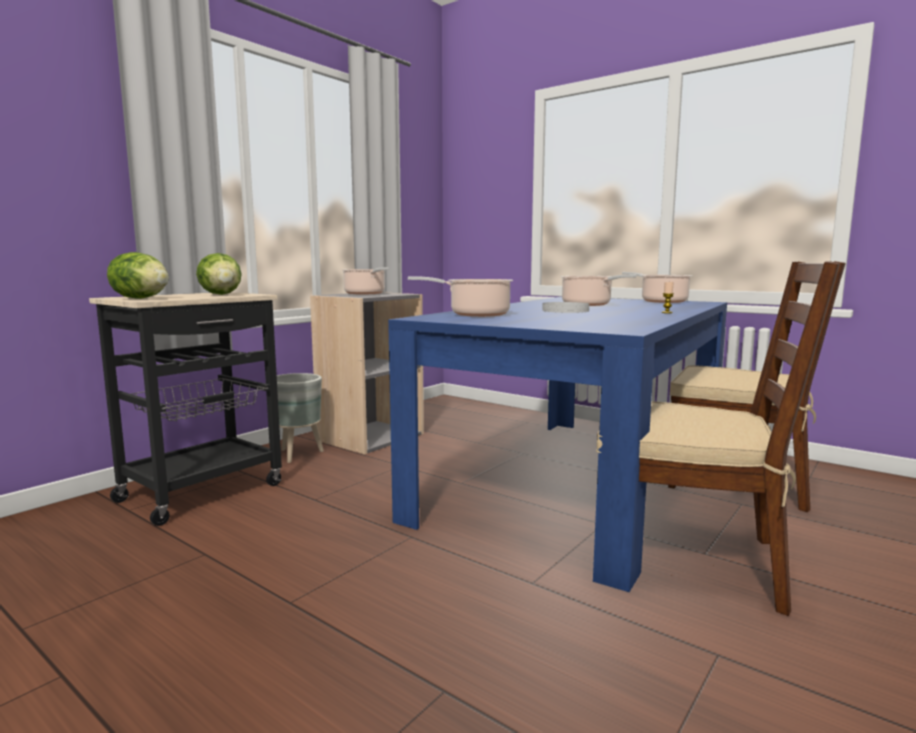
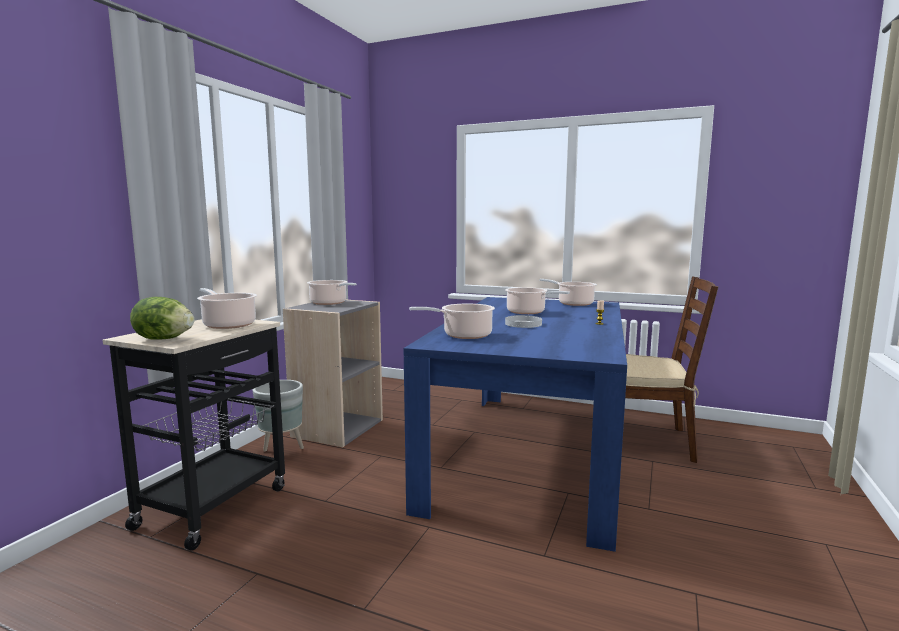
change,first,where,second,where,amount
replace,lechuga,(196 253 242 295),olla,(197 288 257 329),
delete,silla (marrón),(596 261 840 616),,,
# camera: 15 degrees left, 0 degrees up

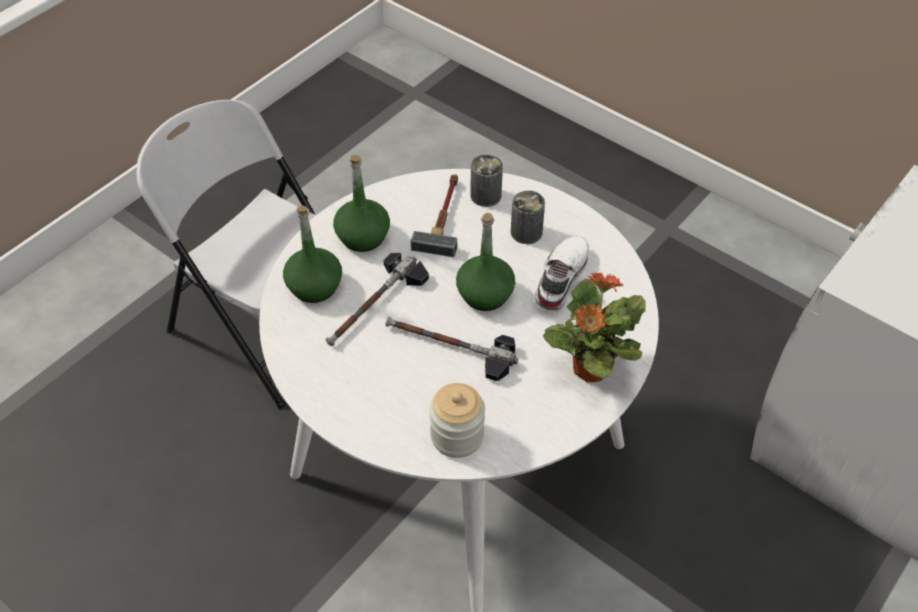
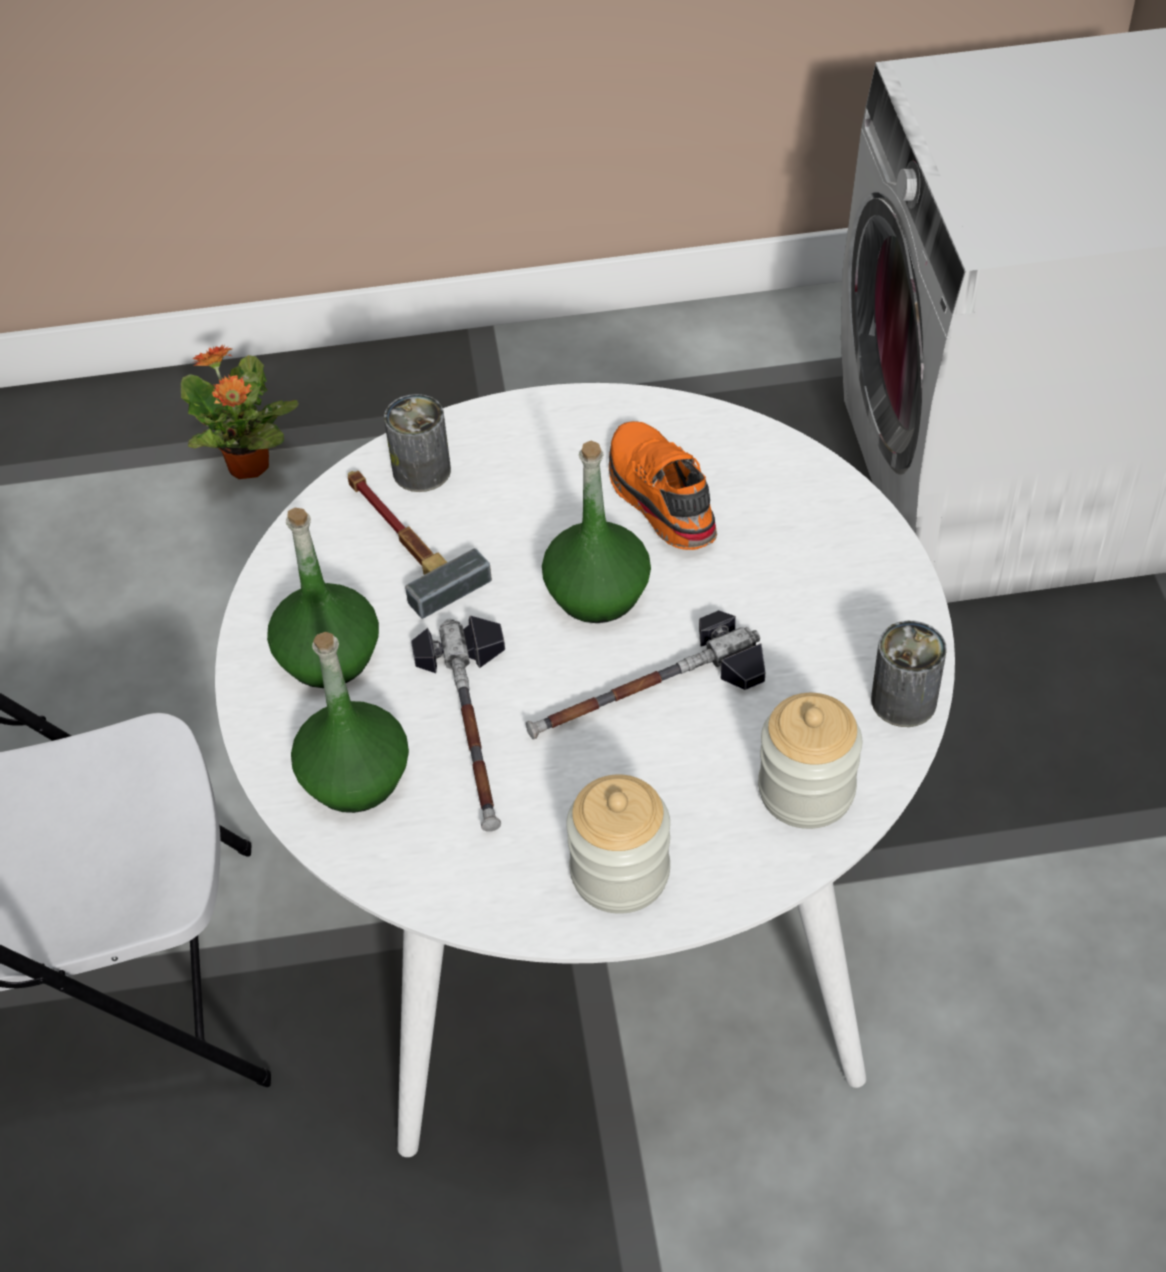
change,first,where,second,where,amount
move,lata,(511 191 545 244),,(871 621 947 727),
recolor,zapato (blanco),(534 236 589 312),zapato (naranja),(609 421 717 550),
move,planta en maceta,(543 273 646 382),,(181 345 299 479),
insert,,,tarro,(566 774 670 914),
# camera: 45 degrees left, 0 degrees up

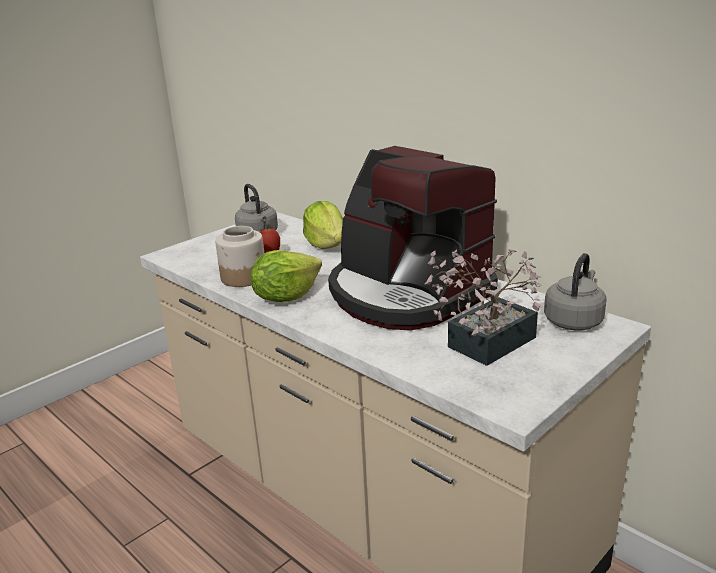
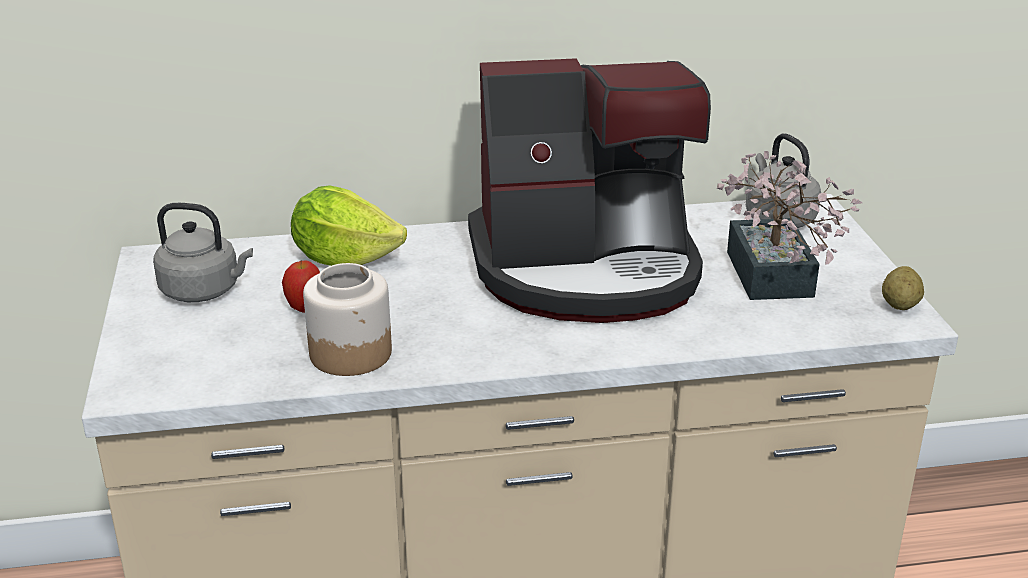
change,first,where,second,where,amount
delete,lechuga,(251 250 322 302),,,
insert,,,patata,(882 266 924 310),
# camera: 55 degrees left, 5 degrees up

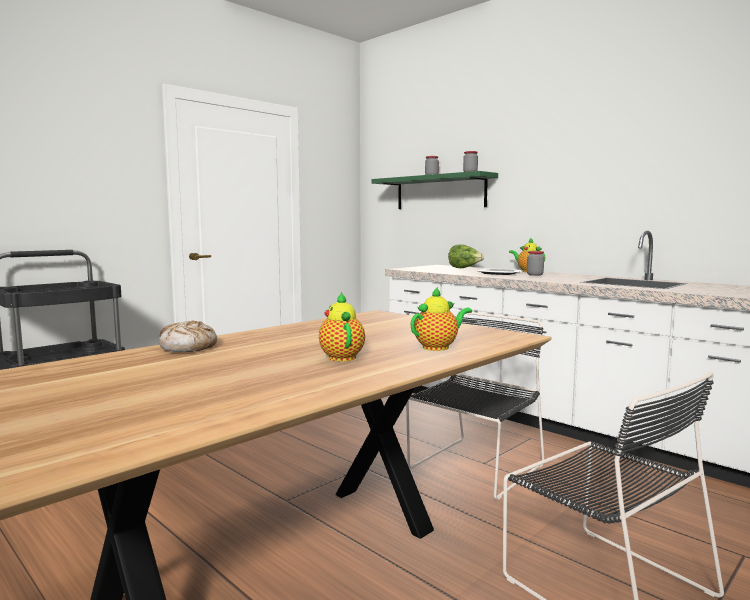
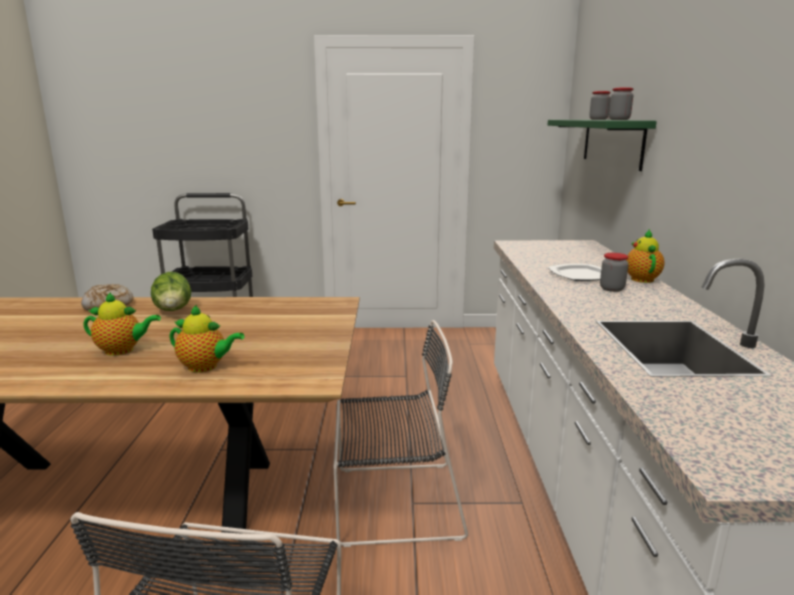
change,first,where,second,where,amount
move,lechuga,(448 244 484 268),,(151 272 191 311),
rotate,tetera,(319 292 365 362),,(83 292 161 356),60 degrees clockwise
# camera: 45 degrees right, 10 degrees up

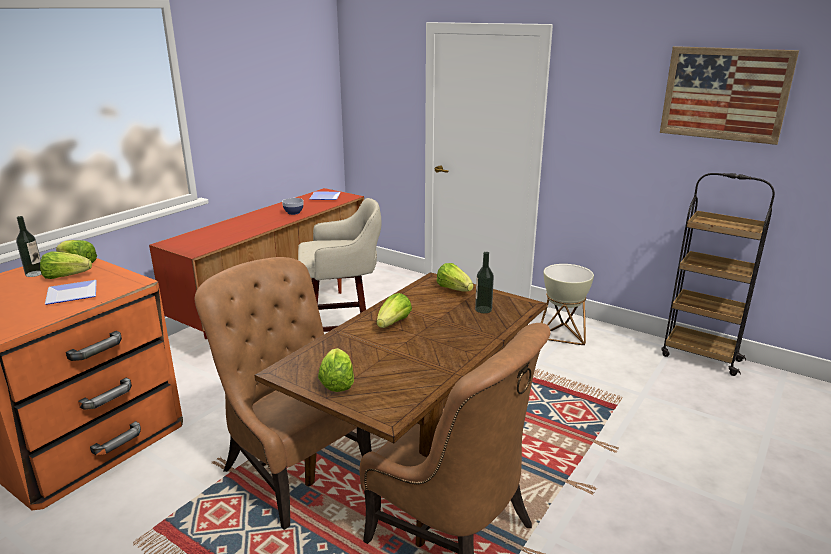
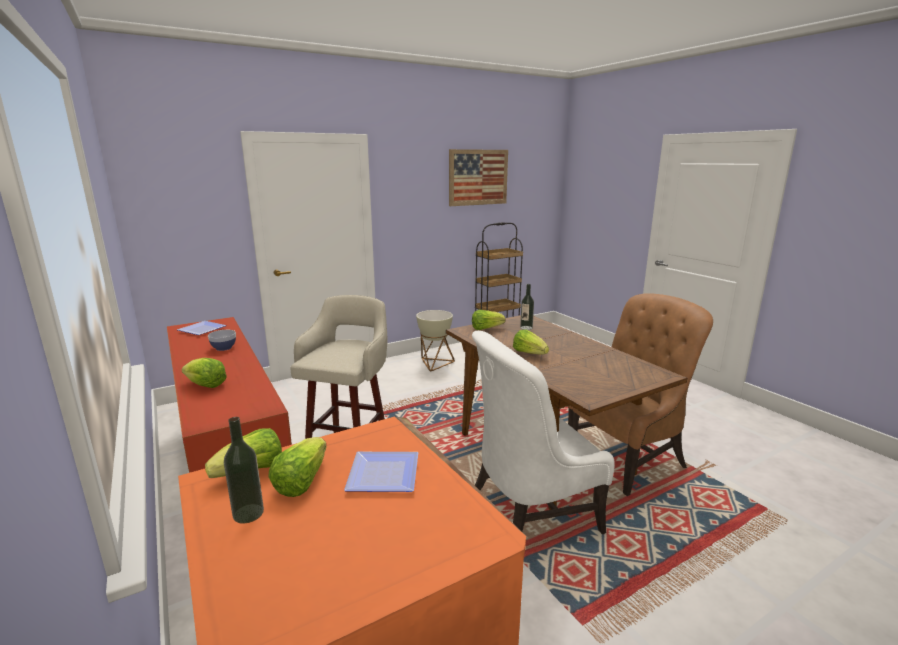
change,first,where,second,where,amount
recolor,silla (marrón),(194 257 372 530),silla (blanco),(472 331 615 534),
move,lechuga,(318 348 354 392),,(181 358 227 388),
# camera: 65 degrees left, 5 degrees down

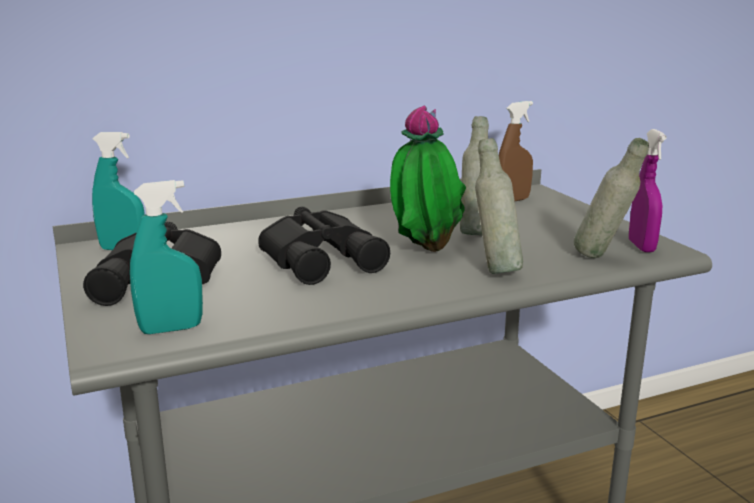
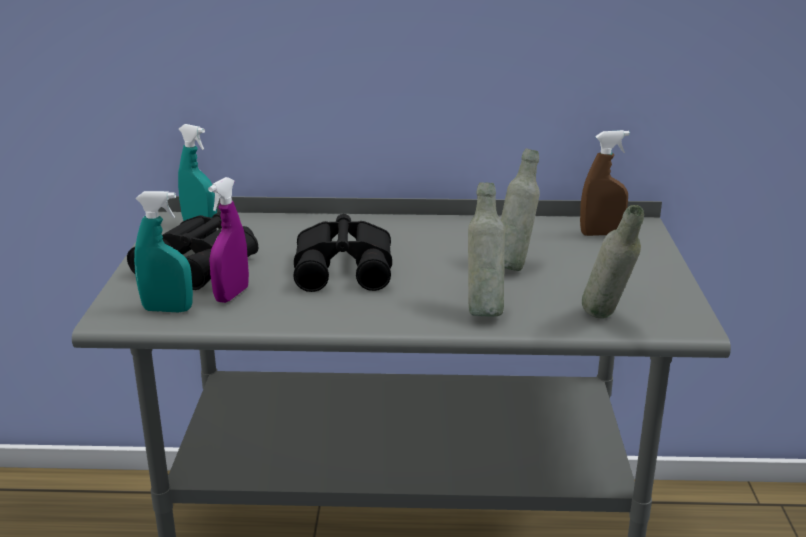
change,first,where,second,where,amount
delete,planta en maceta,(390 106 466 252),,,
move,pulverizador (morado),(629 129 667 252),,(208 177 249 303),
# camera: 25 degrees right, 5 degrees up

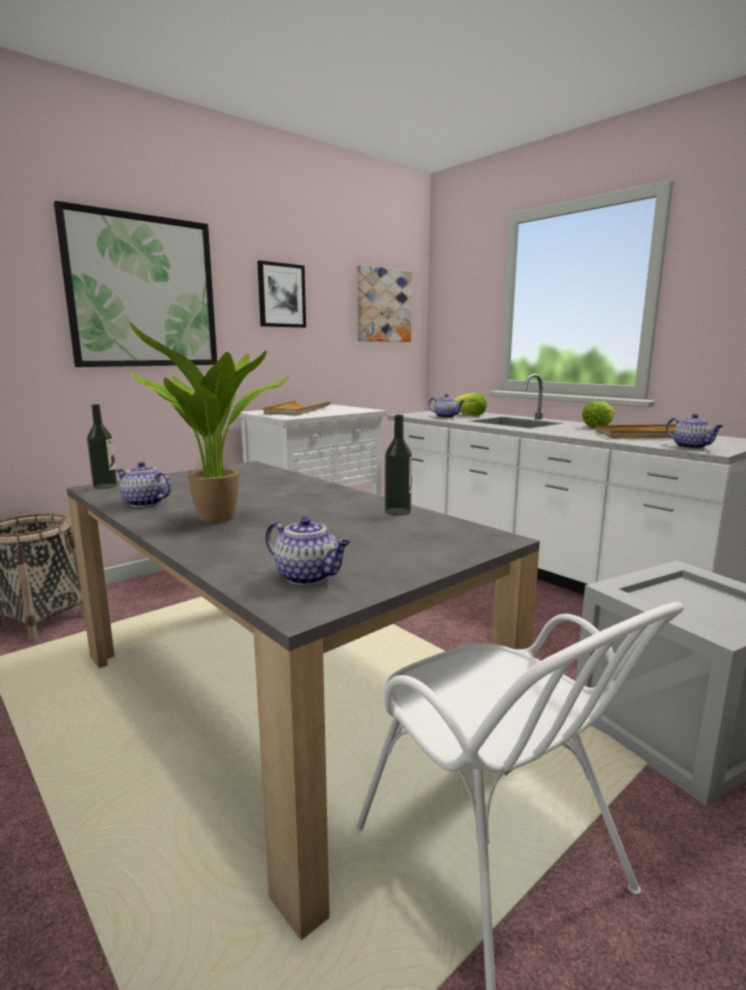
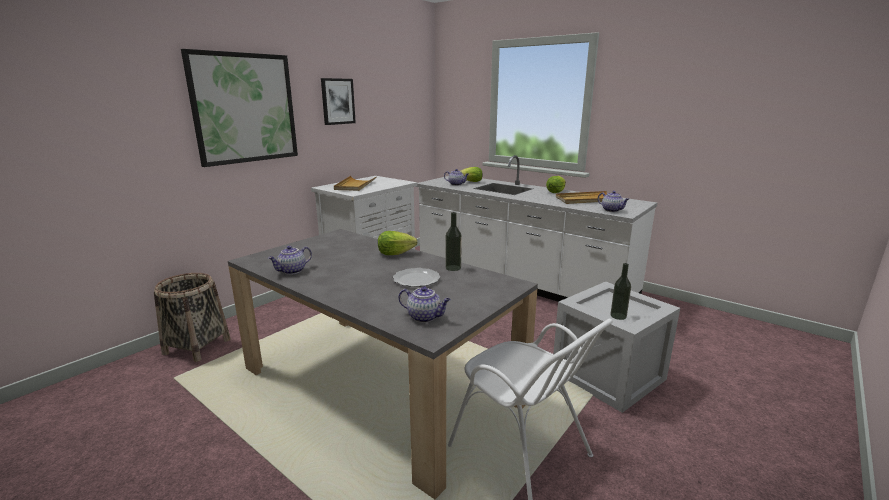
change,first,where,second,where,amount
delete,cuadro,(357 265 412 342),,,
delete,planta en maceta,(129 322 289 523),,,
move,botella,(87 404 117 489),,(610 263 631 320),
rotate,tetera,(116 462 172 507),,(268 246 312 275),60 degrees counterclockwise
insert,,,lechuga,(378 231 417 255),
insert,,,plato,(393 268 440 287),
# camera: 10 degrees left, 5 degrees up

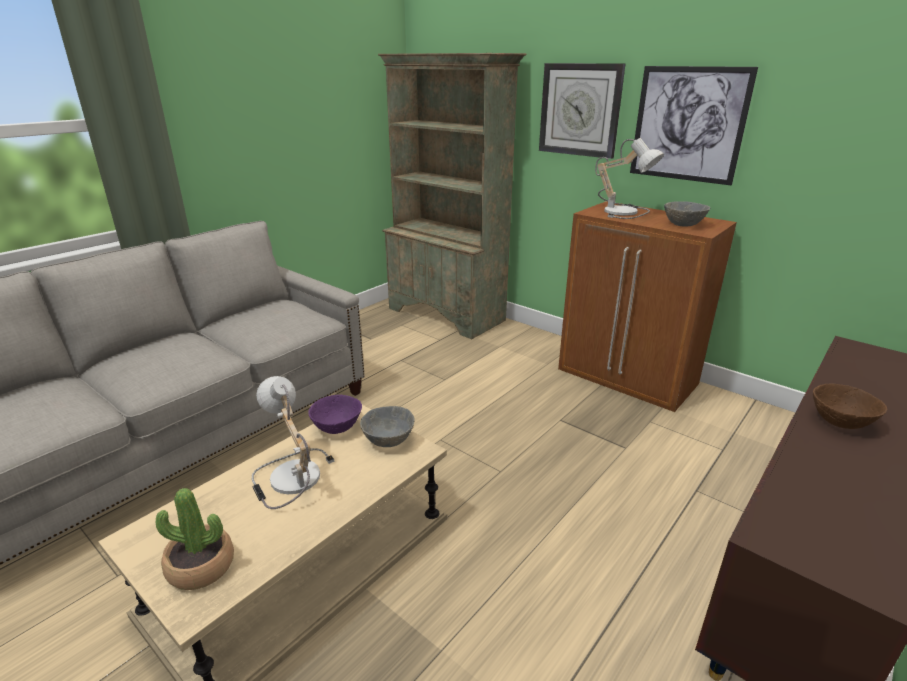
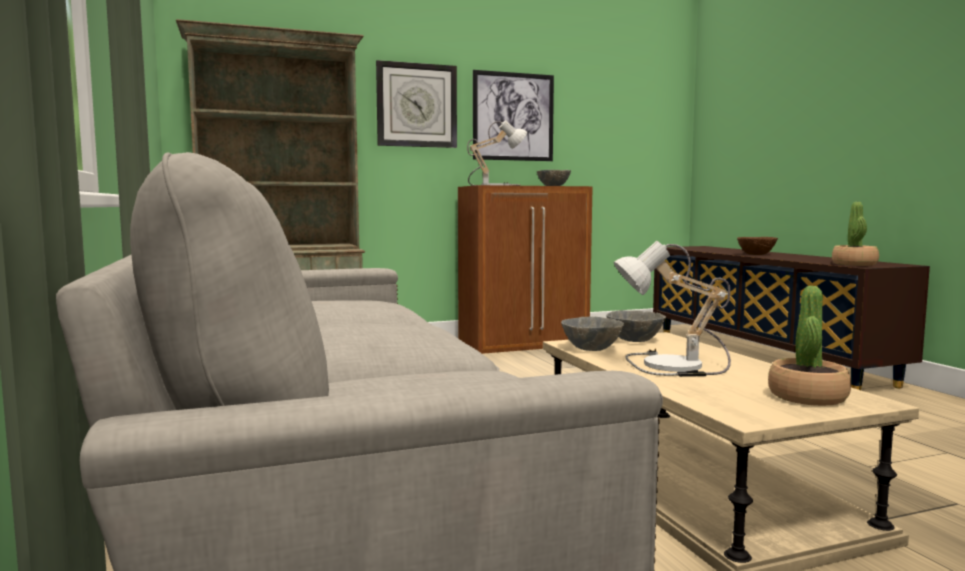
change,first,where,second,where,amount
recolor,cuenco (morado),(308 395 362 434),cuenco (gris),(561 317 624 351),
insert,,,planta en maceta,(832 202 879 266),
# camera: 60 degrees left, 20 degrees down

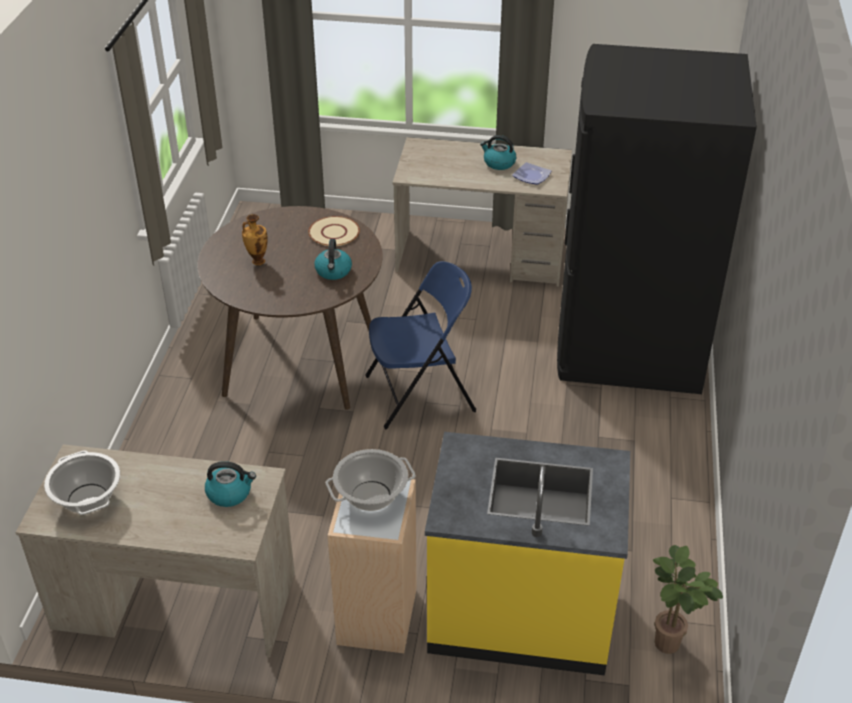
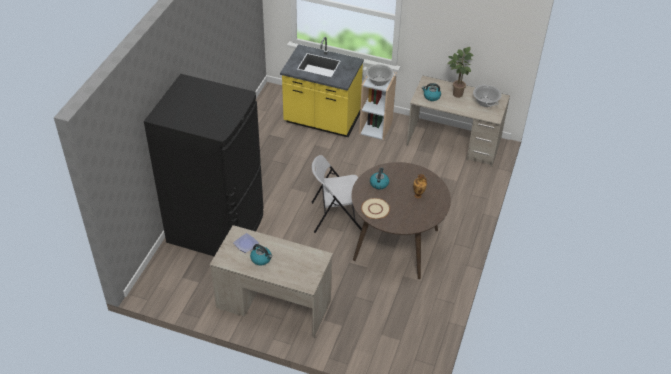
change,first,where,second,where,amount
recolor,silla (azul),(365 261 476 430),silla (blanco),(312 155 362 233),
move,planta en maceta,(653 545 723 654),,(447 47 474 98),
# camera: 170 degrees left, 5 degrees up

